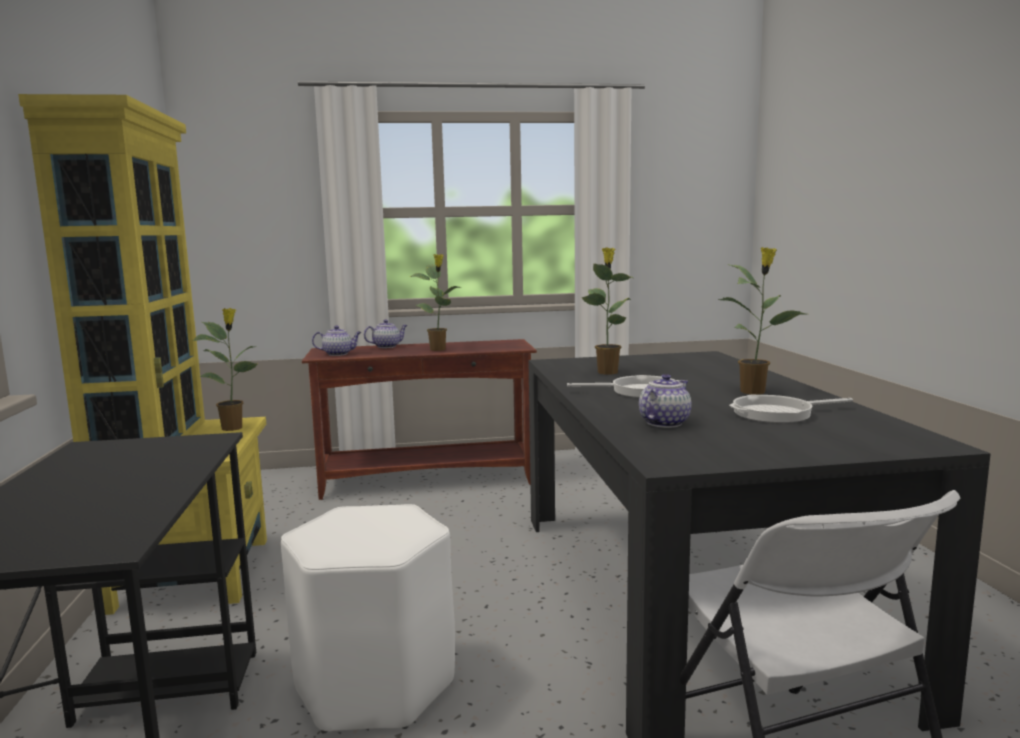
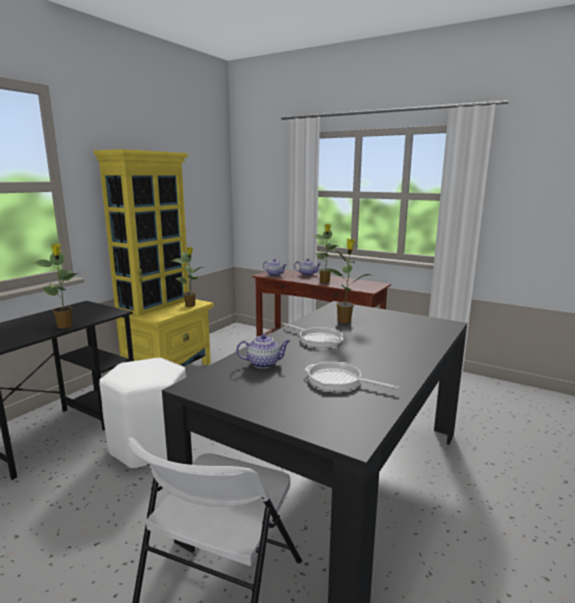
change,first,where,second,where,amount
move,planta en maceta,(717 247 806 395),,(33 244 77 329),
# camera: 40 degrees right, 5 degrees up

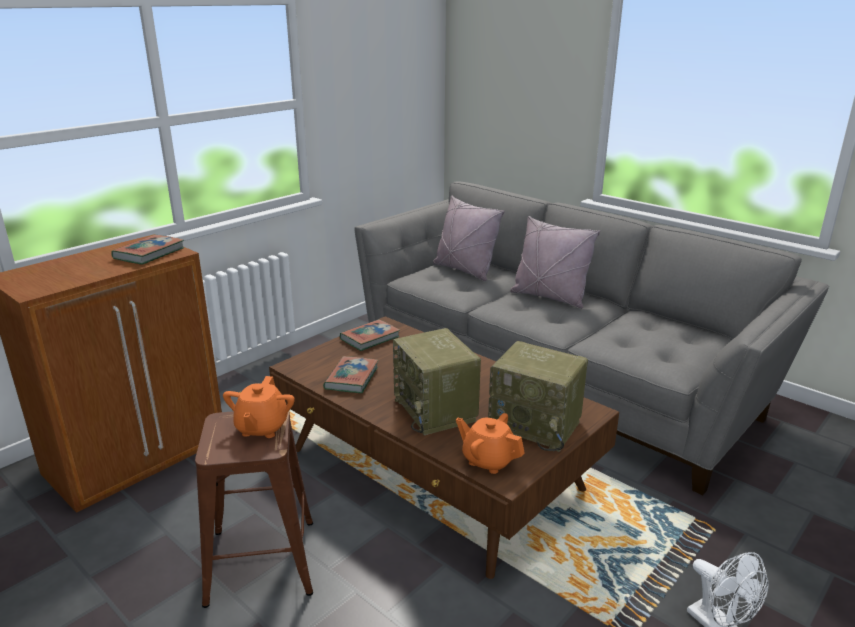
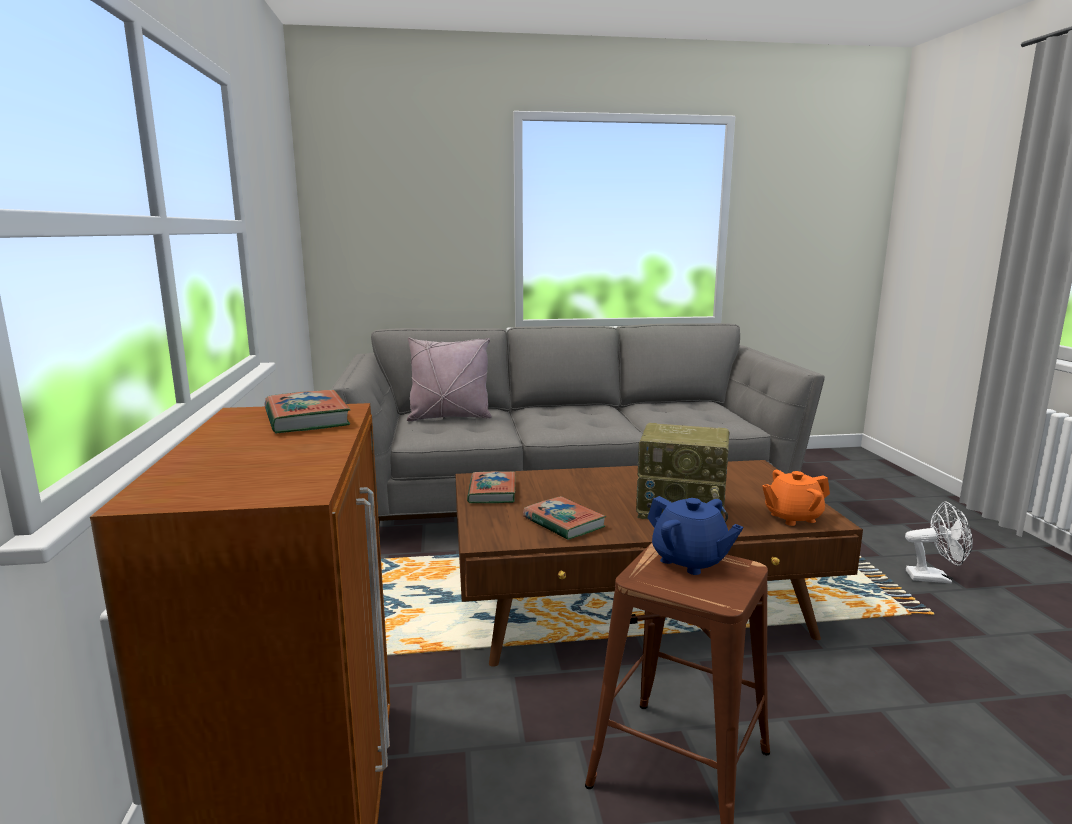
change,first,where,second,where,amount
delete,cojín (morado),(510 216 600 309),,,
delete,radio,(488 341 588 452),,,
recolor,tetera (naranja),(223 376 295 438),tetera (azul),(648 496 743 575),
# camera: 50 degrees left, 10 degrees down

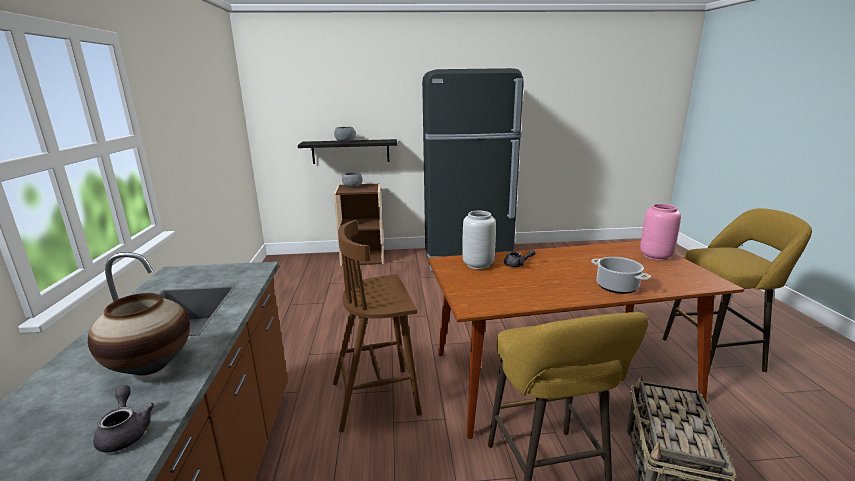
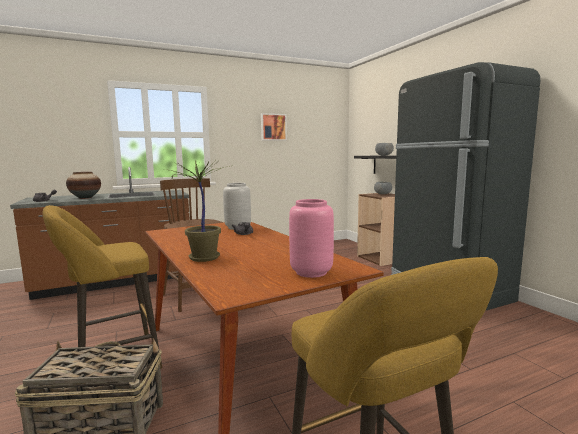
change,first,where,second,where,amount
replace,olla,(591 257 651 294),planta en maceta,(165 161 230 262),
insert,,,cuadro,(261 113 287 141),
# camera: 70 degrees right, 10 degrees down

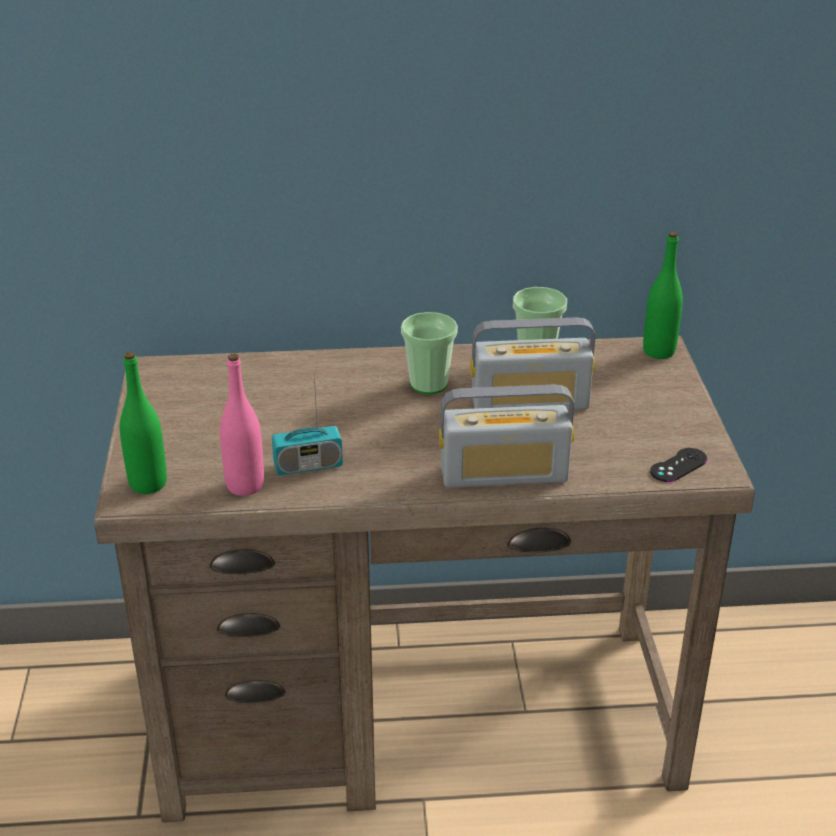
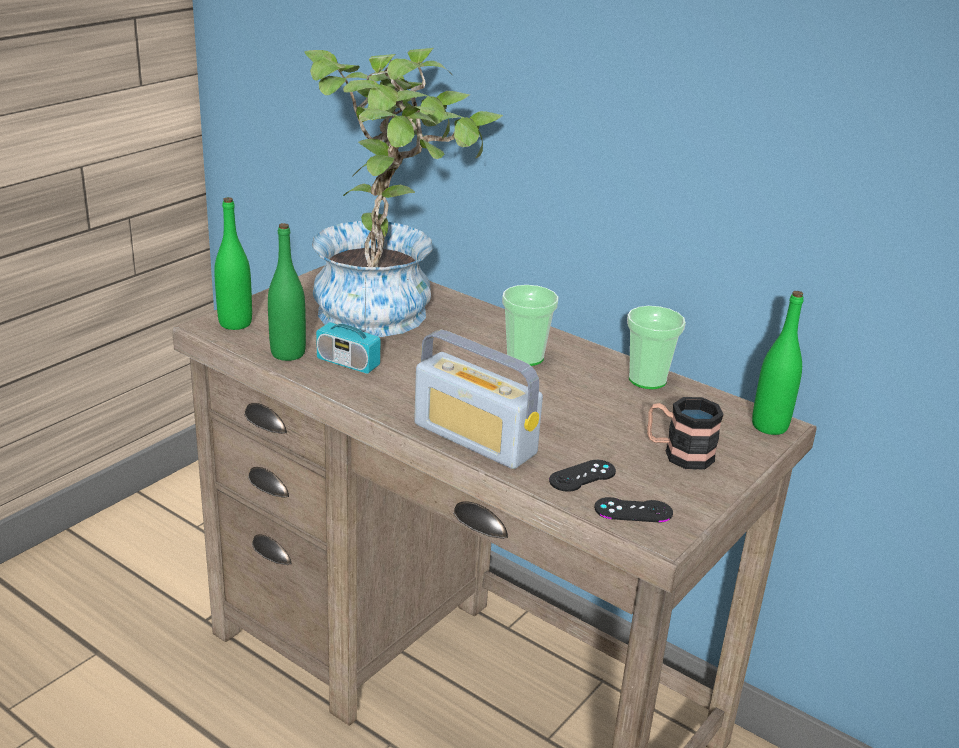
change,first,where,second,where,amount
delete,radio,(470 318 595 410),,,
recolor,botella (rosa),(220 353 264 496),botella (verde),(268 223 306 361),
insert,,,planta en maceta,(304 48 503 337),
insert,,,taza grande,(647 397 724 470),
insert,,,mando de consola (negro),(549 460 616 492),
# camera: 40 degrees right, 5 degrees down

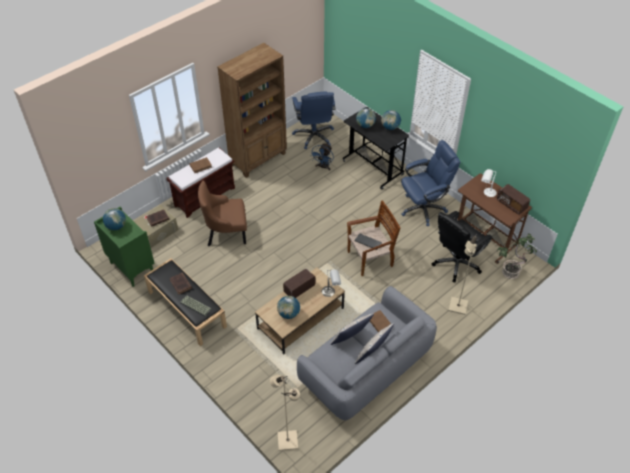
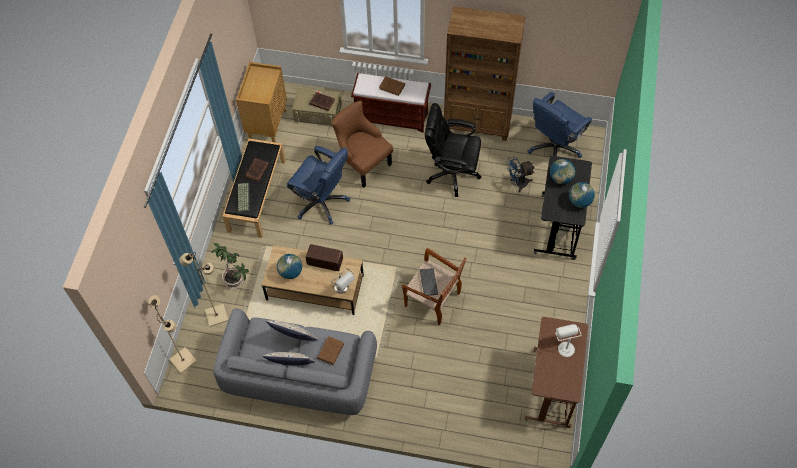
change,first,where,second,where,amount
move,silla de oficina (azul),(401 140 460 226),,(287 146 350 224),
delete,radio,(497 184 530 215),,,
recolor,armario (verde),(94 206 155 287),armario (marrón),(236 62 287 142),
delete,globo terráqueo,(103 208 126 230),,,
move,silla de oficina (negro),(431 211 492 282),,(424 103 481 197),
move,lámpara de pie (beis),(449 233 478 315),,(179 252 228 327),
move,planta en maceta,(496 233 537 279),,(211 243 249 289),
# camera: 55 degrees right, 10 degrees up

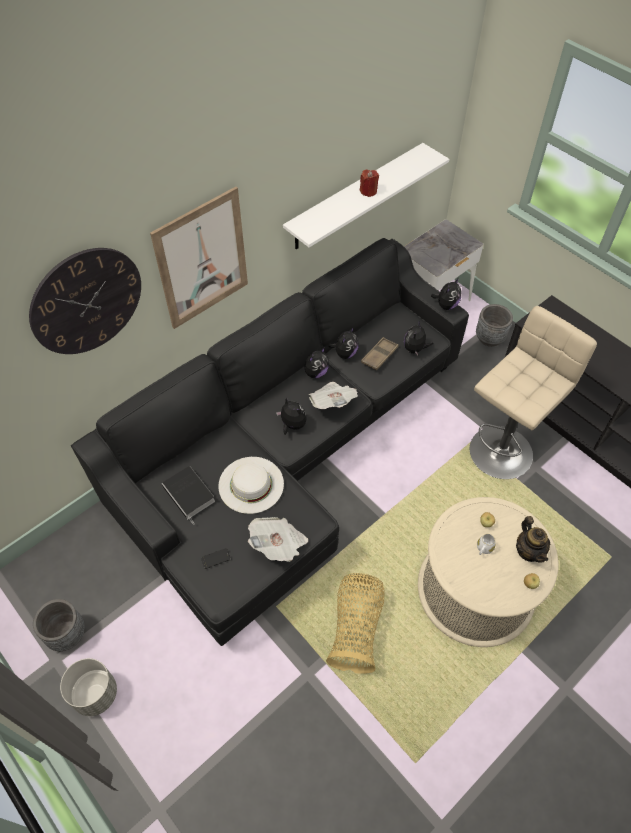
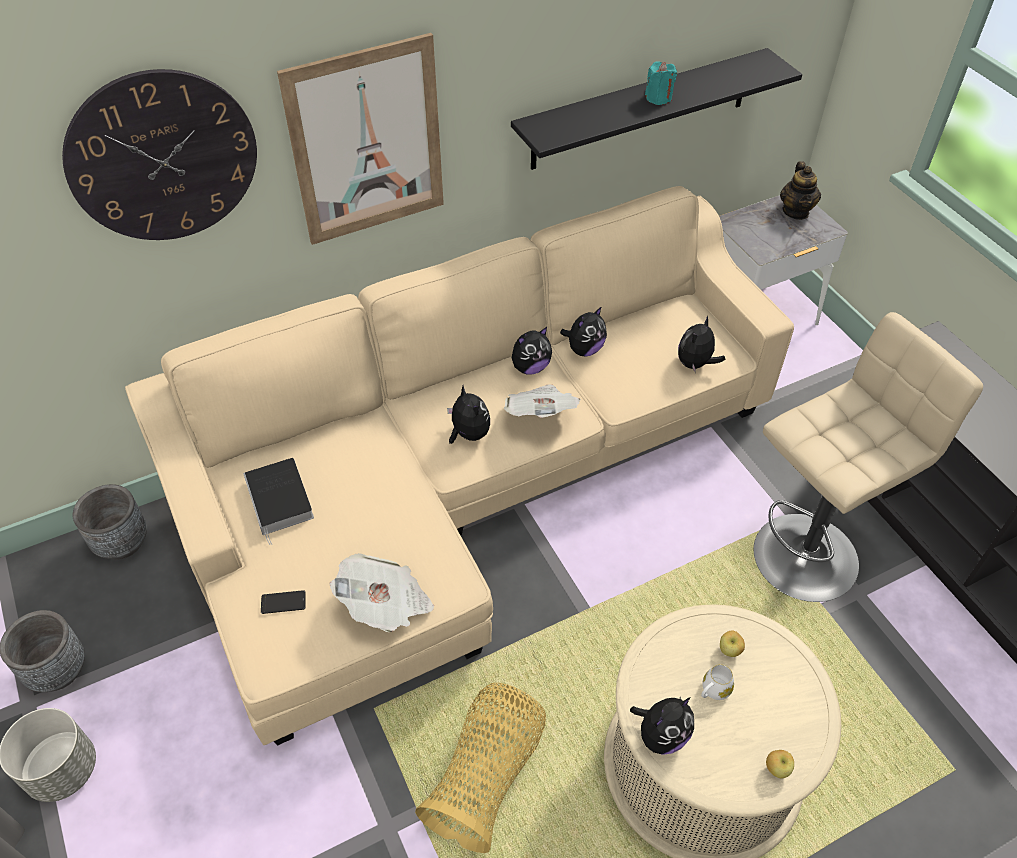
change,first,where,second,where,amount
recolor,estante (blanco),(283 143 449 249),estante (negro),(511 48 802 170),
recolor,vela (rojo),(360 169 379 197),vela (turquesa),(645 61 677 105),
recolor,sofá (negro),(71 238 469 646),sofá (beis),(125 186 794 745),
move,peluche,(431 278 461 310),,(630 696 694 755),
move,maceta (gris),(476 304 513 347),,(73 484 147 559),
delete,bandeja (marrón),(361 337 399 370),,,
delete,sombrero (blanco),(218 457 284 514),,,
move,tetera,(516 516 550 563),,(780 161 821 220),
# camera: 15 degrees right, 5 degrees down

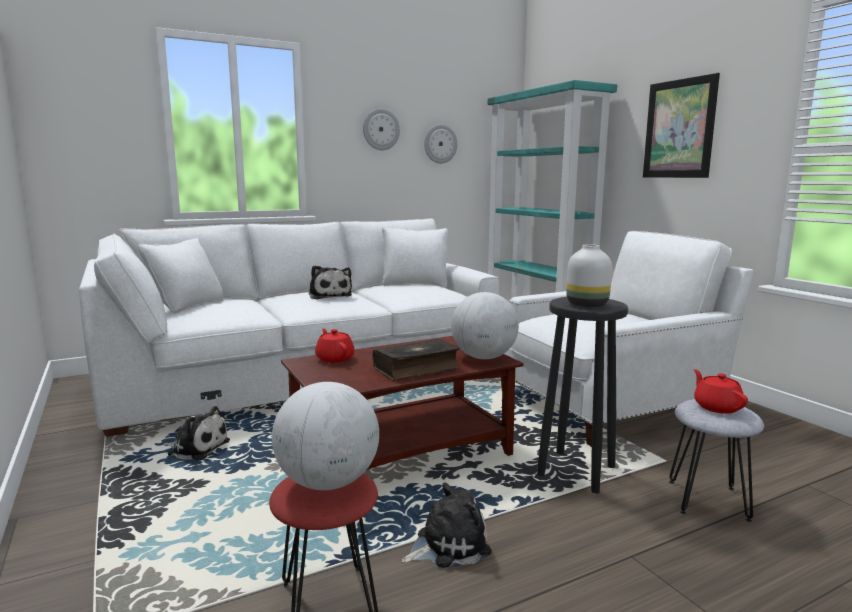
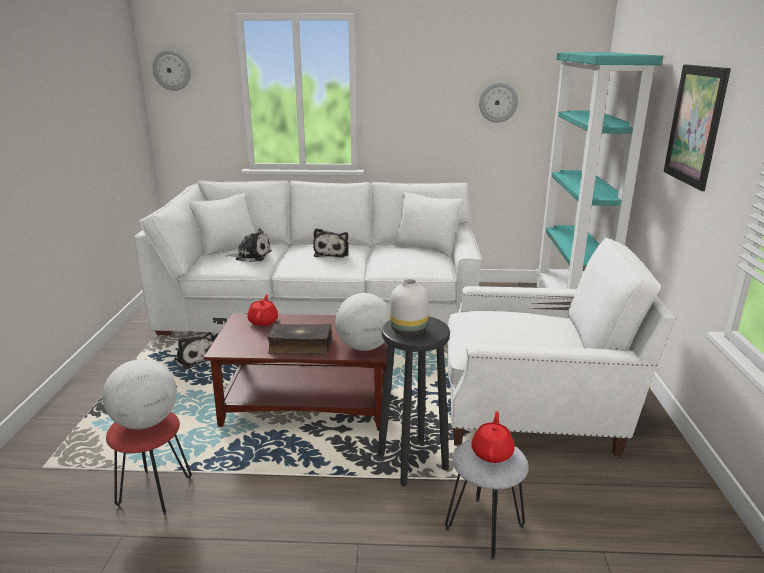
change,first,where,second,where,amount
move,reloj de pared,(363 109 400 150),,(153 50 191 91),
move,peluche,(402 482 491 568),,(227 228 272 262),
# camera: 30 degrees right, 10 degrees up

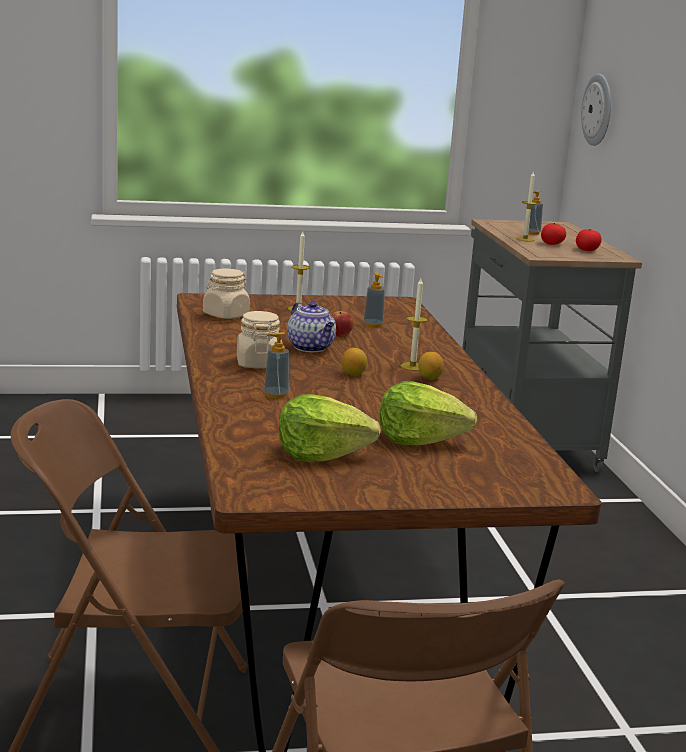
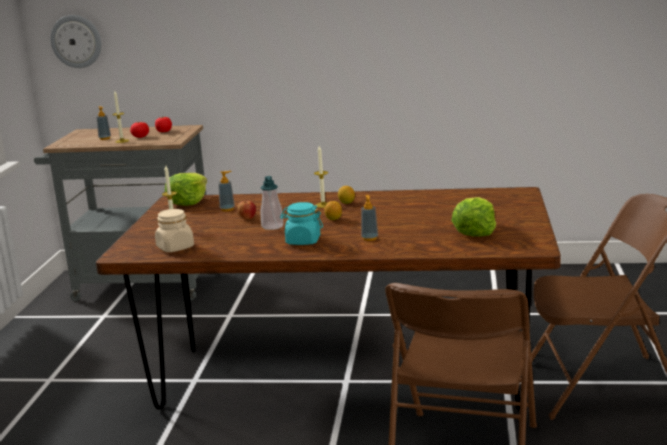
change,first,where,second,where,amount
replace,tetera,(287 301 336 352),dispensador de jabón,(261 176 283 230),
recolor,tarro (beis),(237 311 282 369),tarro (turquesa),(280 202 323 245),
move,lechuga,(380 381 477 445),,(165 173 207 206),
# camera: 70 degrees left, 0 degrees up

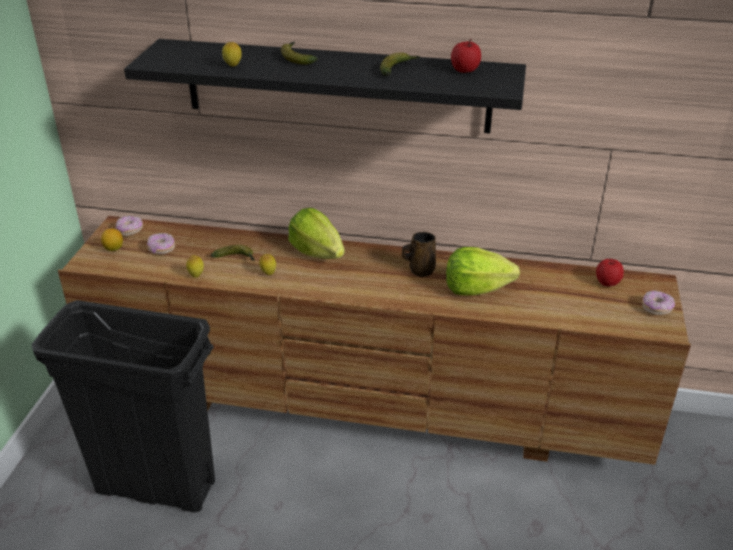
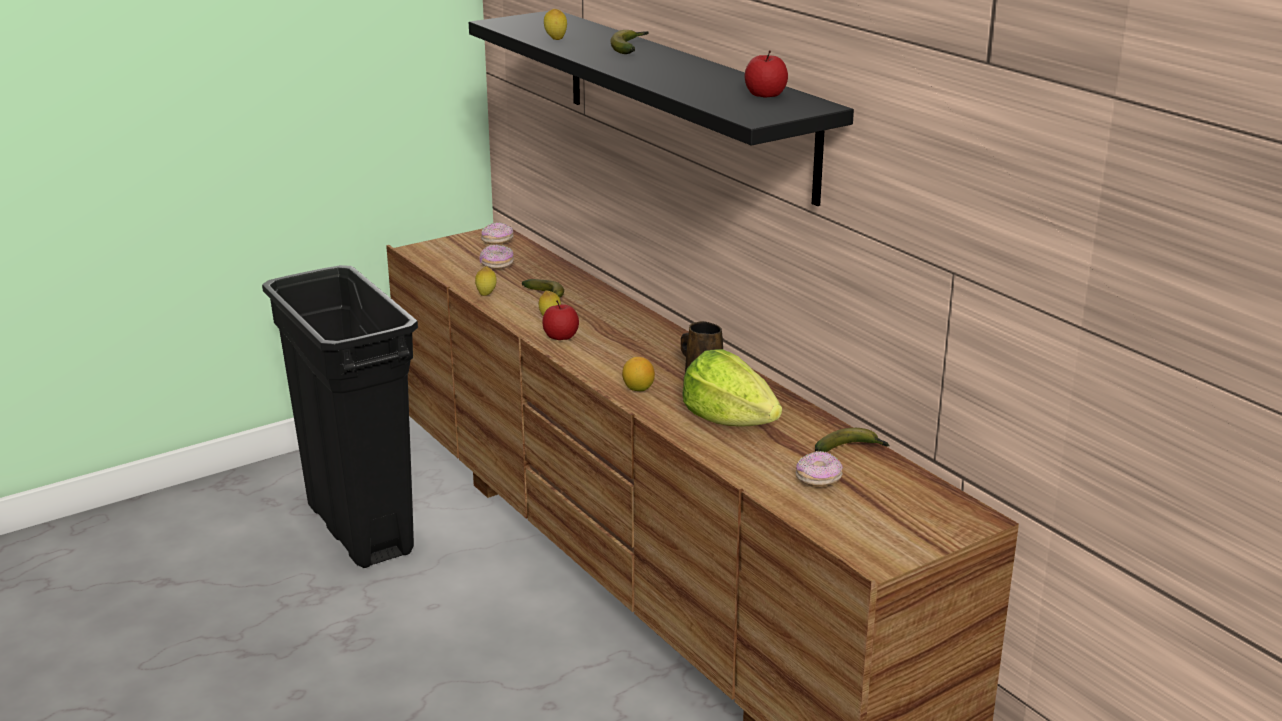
change,first,where,second,where,amount
move,plátano,(380 53 420 76),,(815 428 889 452),
delete,lechuga,(288 208 345 259),,,
move,limón,(101 229 123 251),,(622 357 655 391),
move,manzana,(596 259 624 287),,(542 300 579 340),
move,rosquilla,(642 291 675 315),,(796 451 843 486),
# camera: 45 degrees right, 10 degrees down

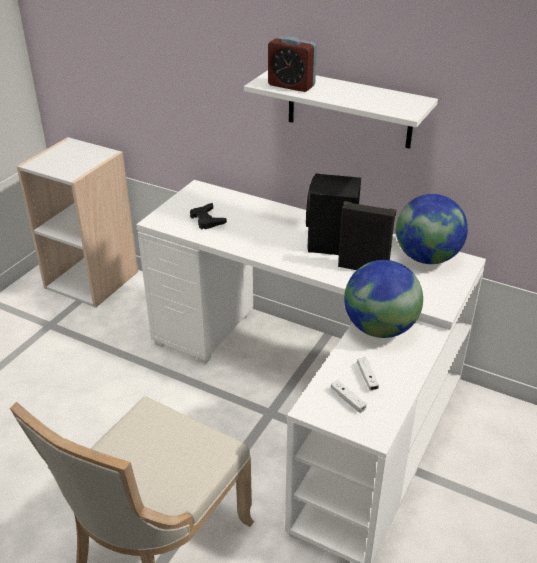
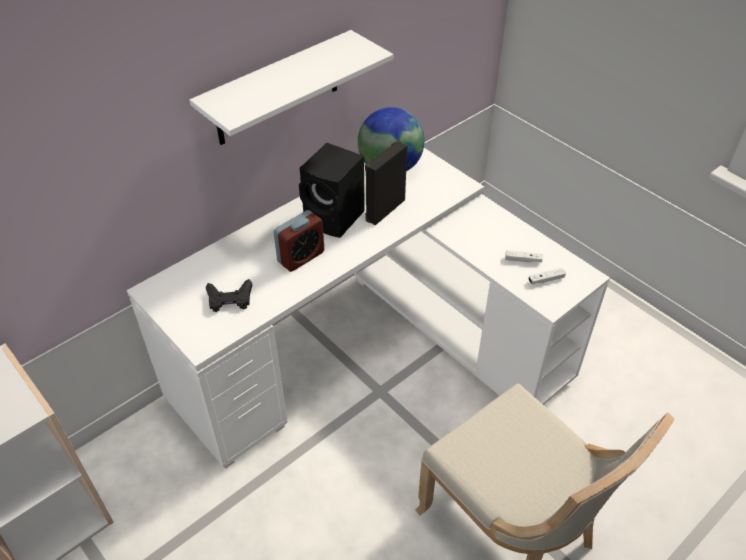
change,first,where,second,where,amount
move,despertador,(268 36 317 92),,(274 210 324 272),
delete,globo terráqueo,(344 260 423 338),,,
# camera: 70 degrees left, 10 degrees up

